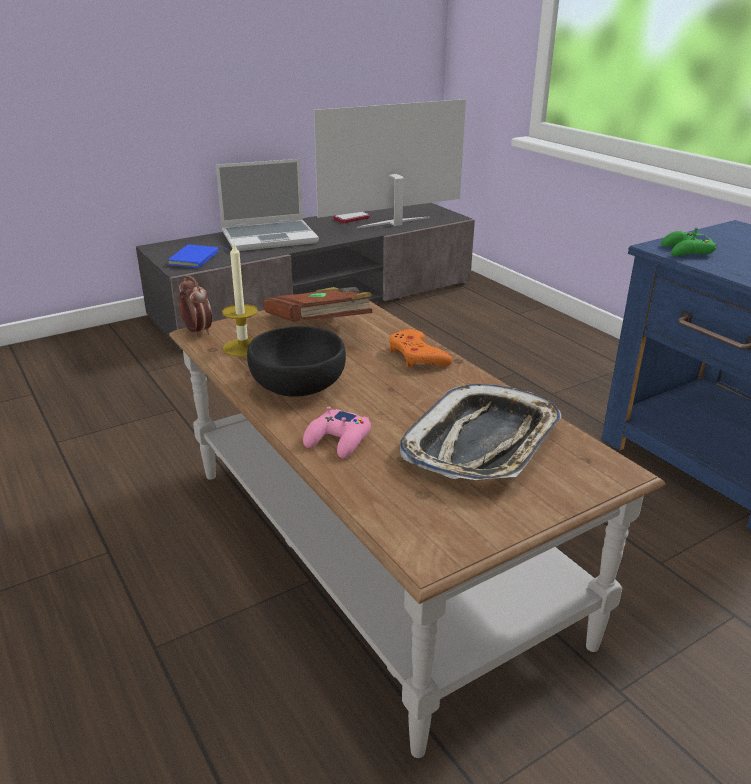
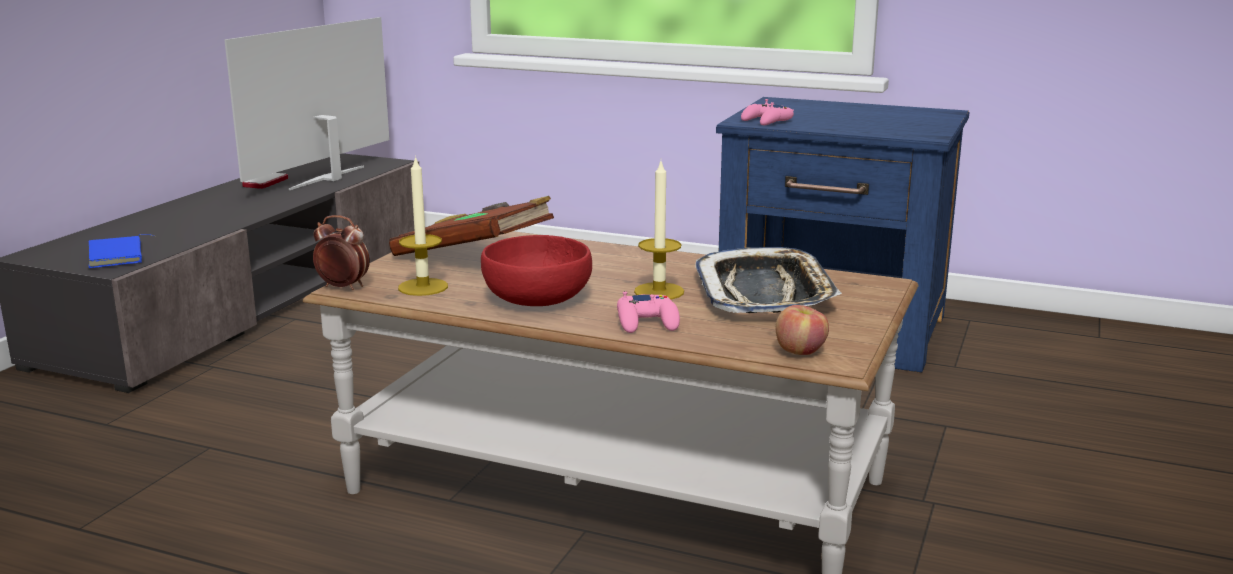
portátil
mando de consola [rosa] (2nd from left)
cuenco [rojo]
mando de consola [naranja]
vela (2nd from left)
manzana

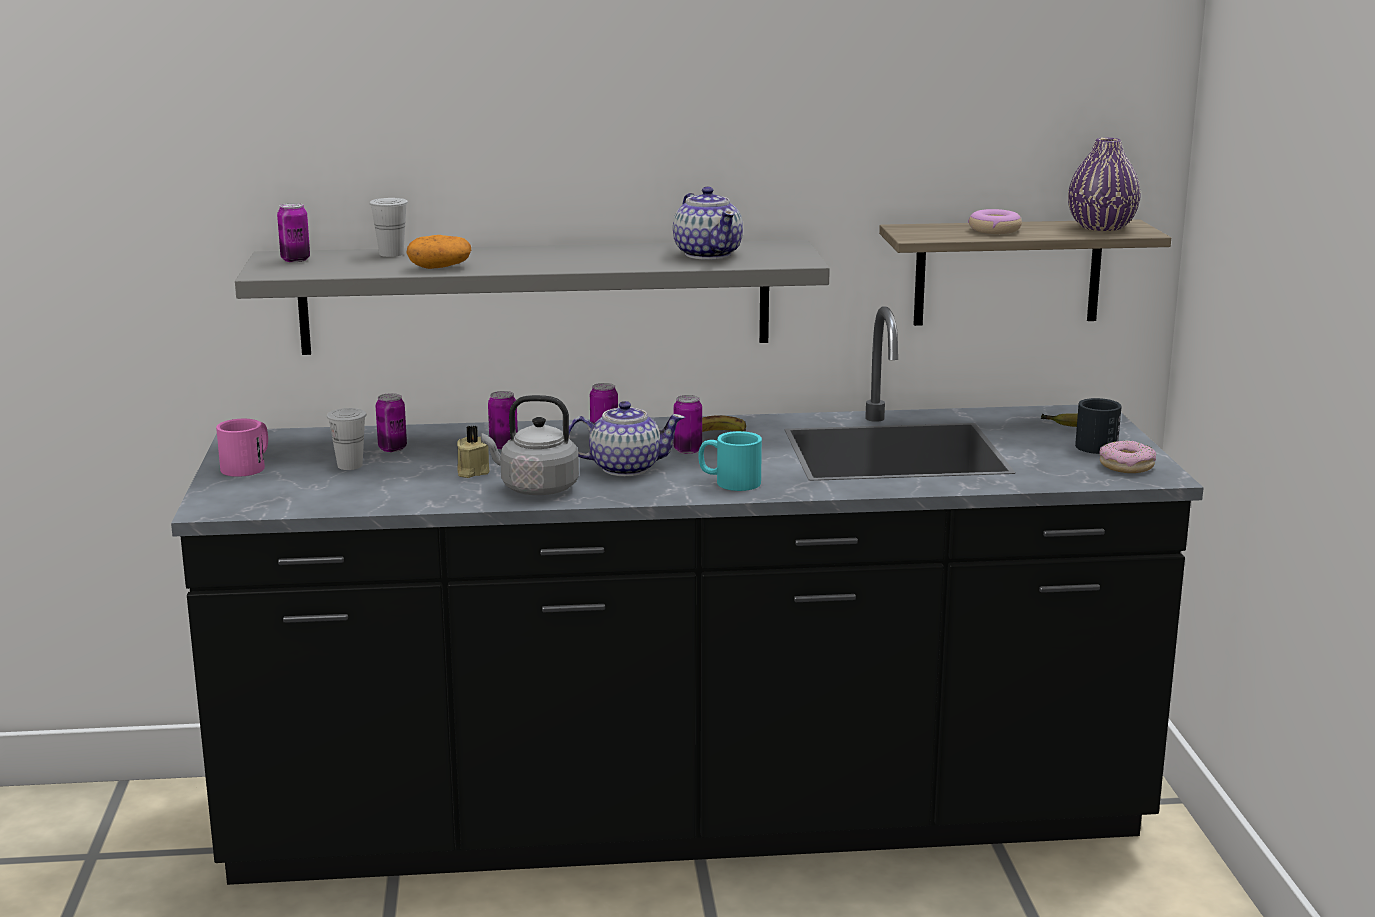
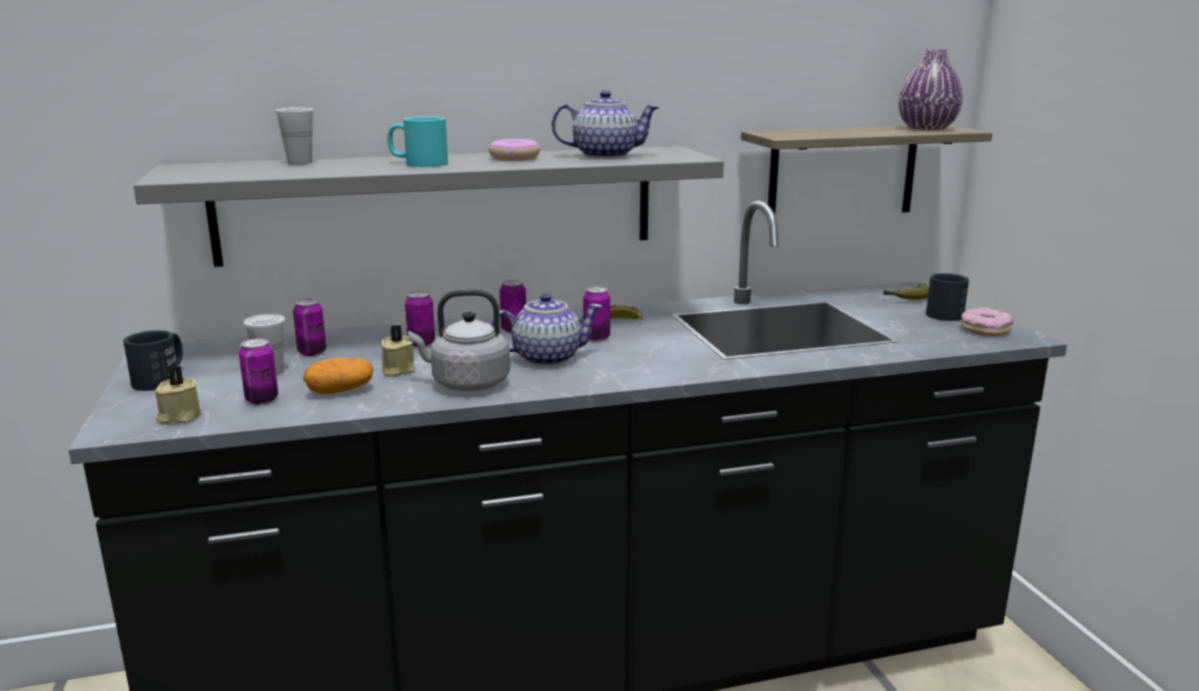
tetera (2nd from left)
lata (1st from left)
rosquilla (1st from left)
patata
taza grande [negro] (1st from left)
taza grande [turquesa]
vela [beis] (1st from left)

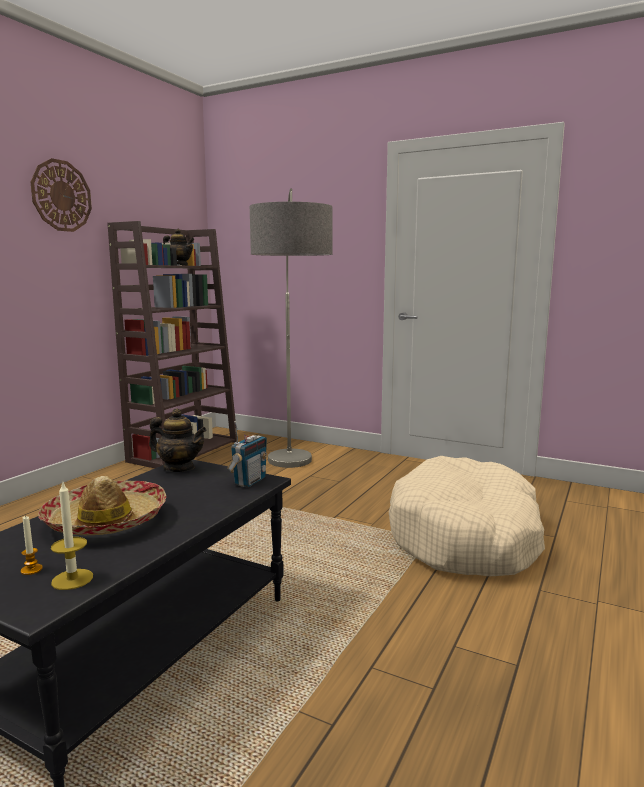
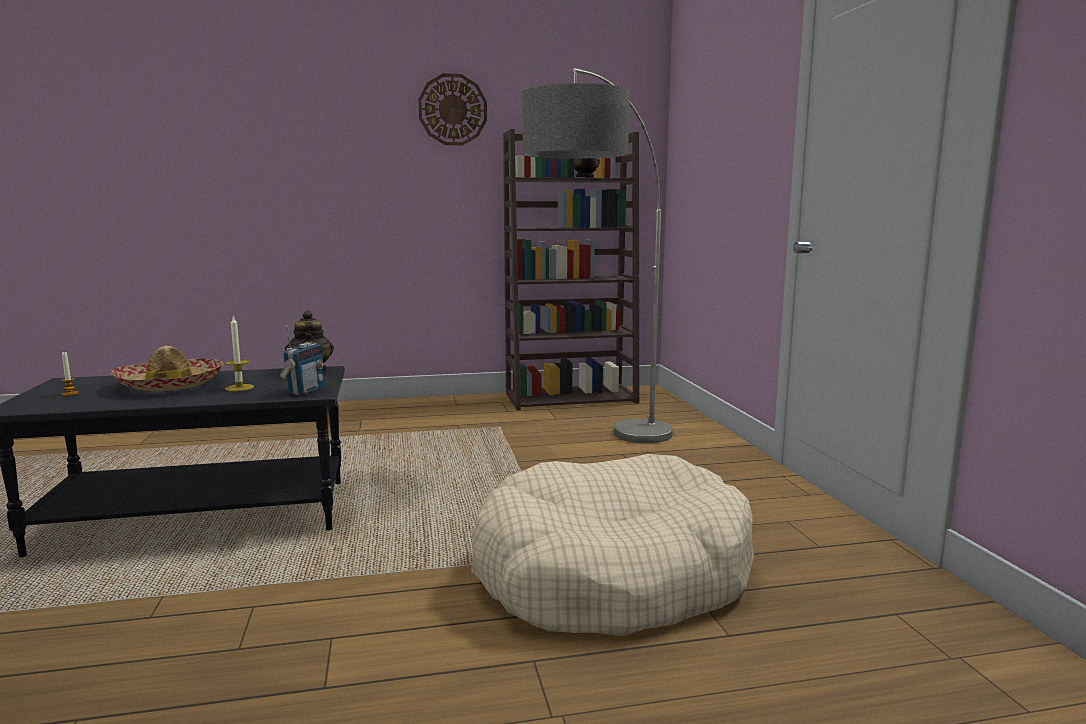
radio
vela (2nd from left)

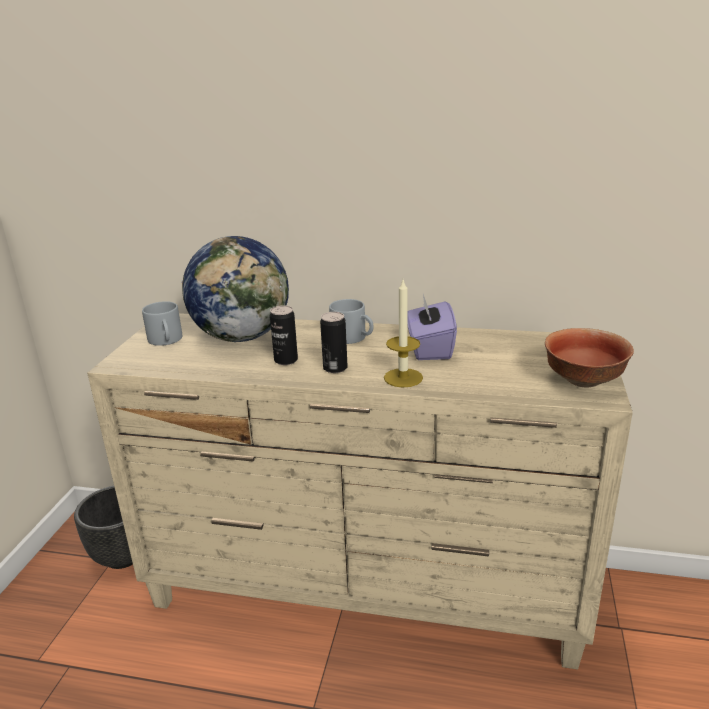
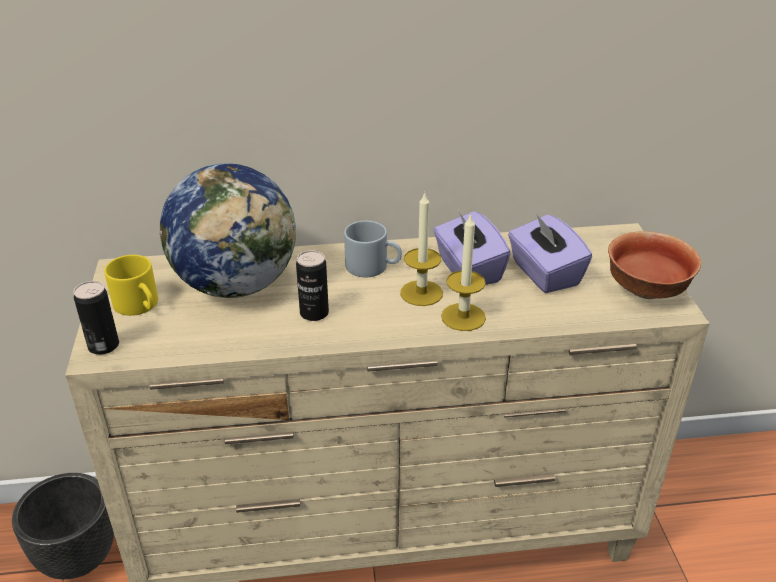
taza grande [amarillo]
lata (1st from left)
vela (1st from left)
caja de pañuelos [morado] (2nd from left)

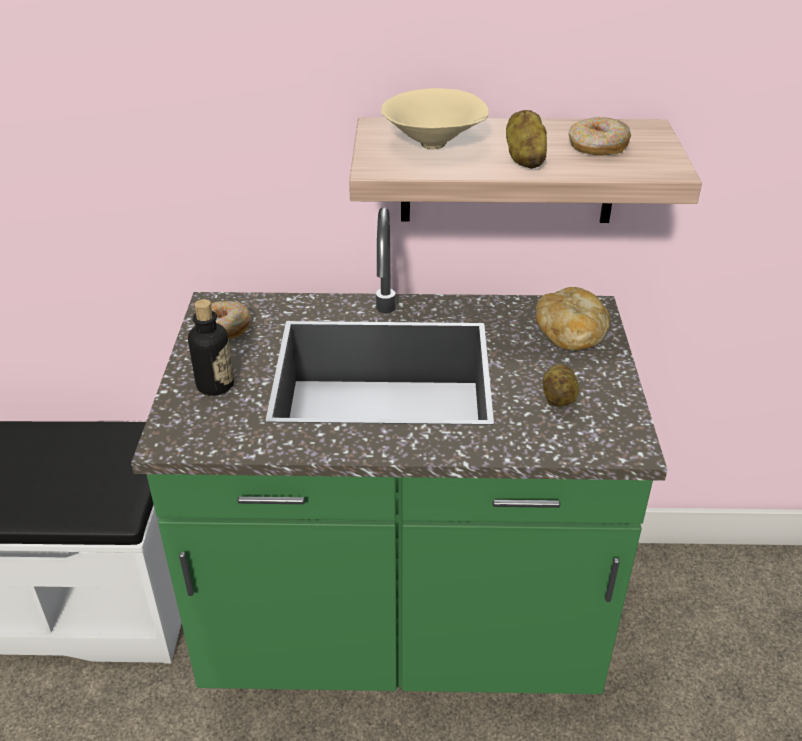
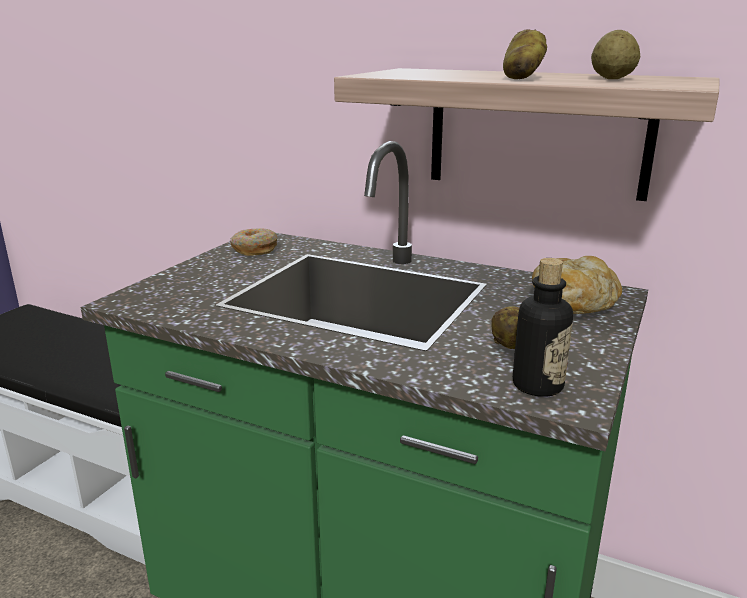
cuenco [beis]
patata (3rd from left)
botella

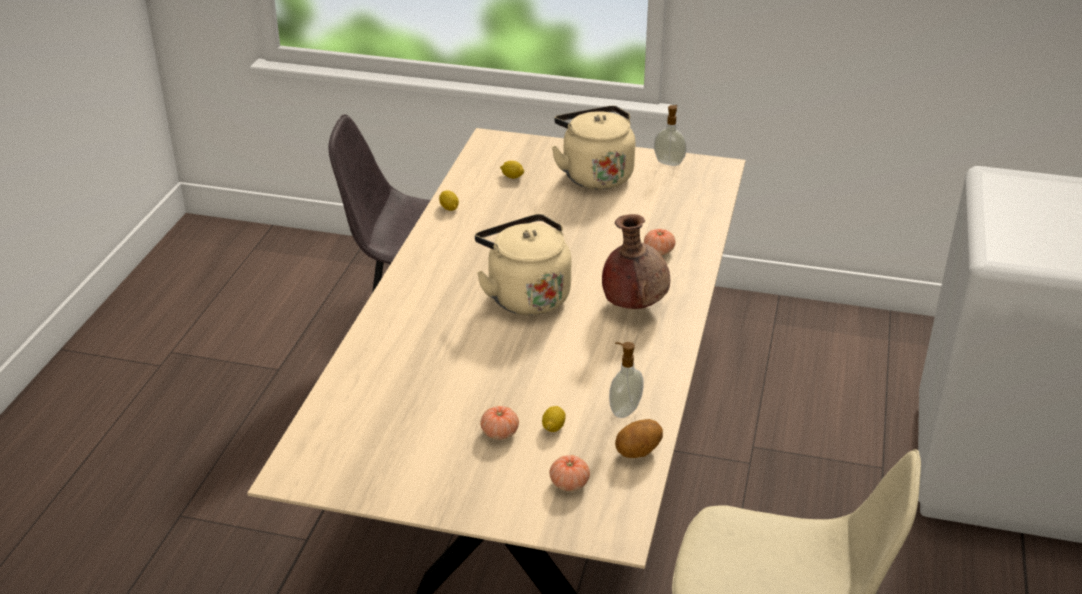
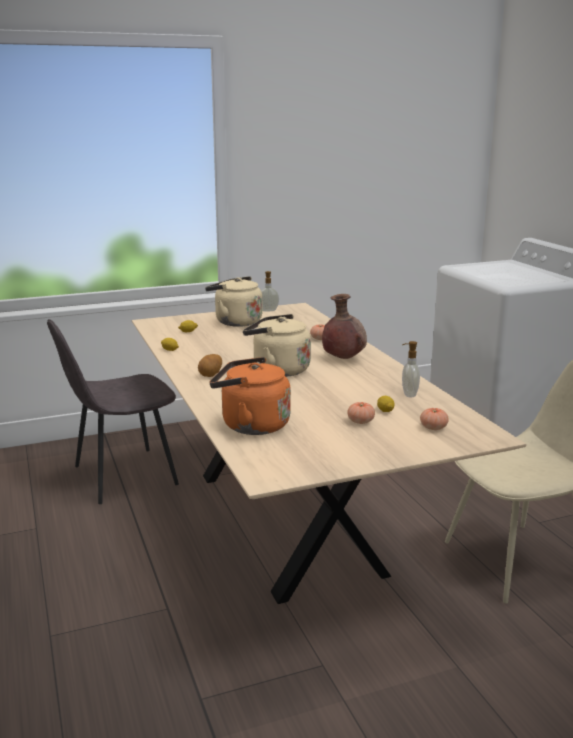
patata
hervidor [naranja]

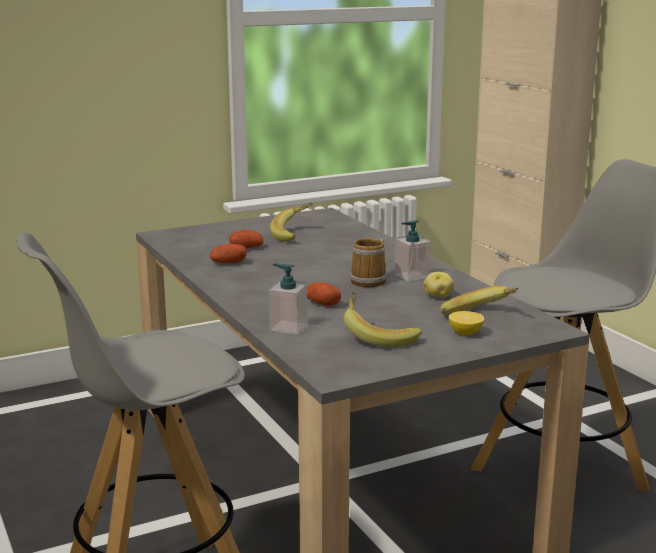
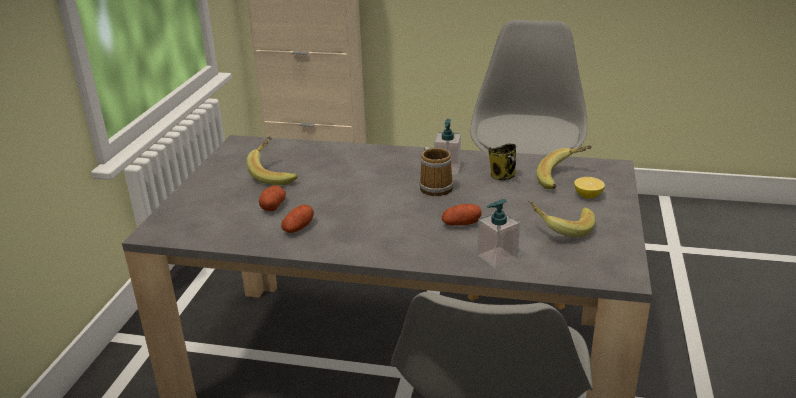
taza grande (2nd from left)

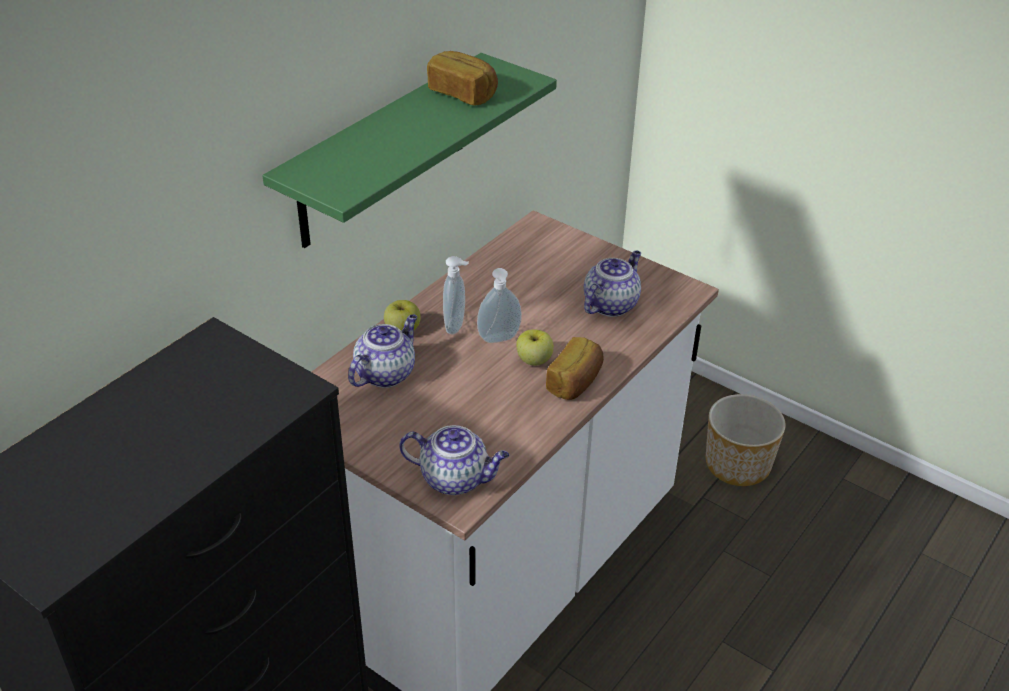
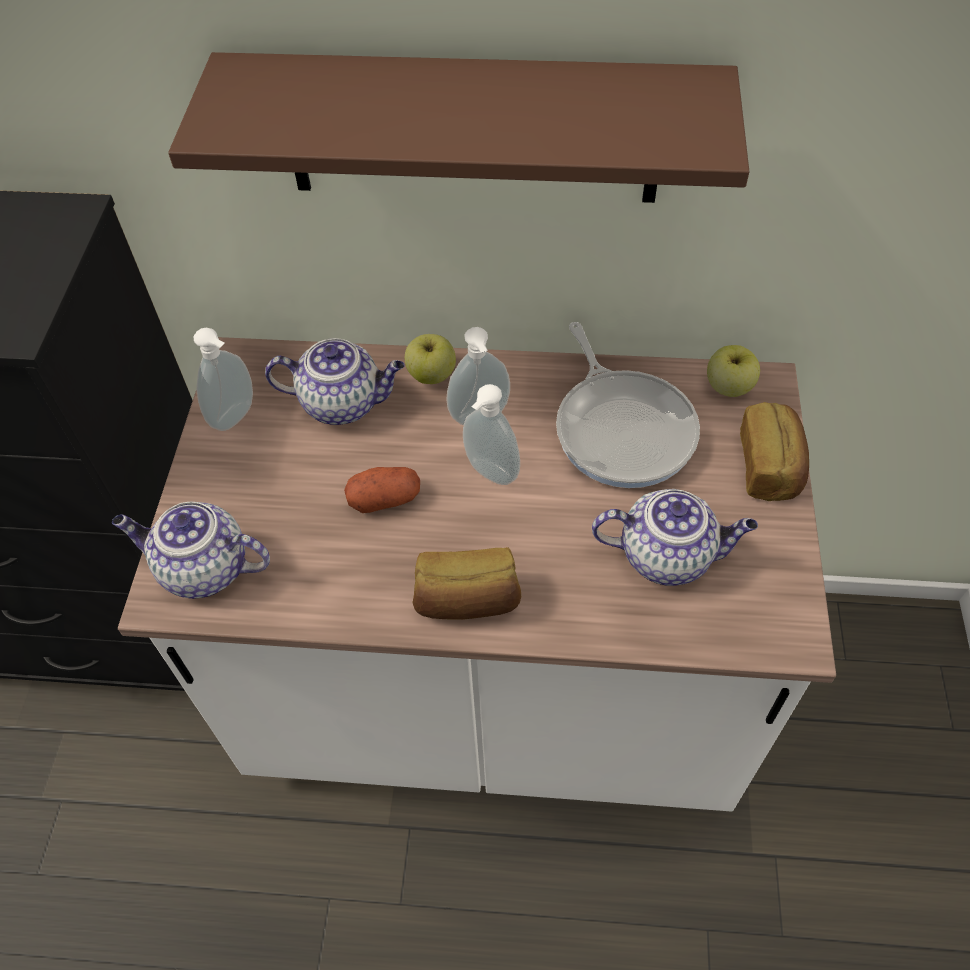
pan (2nd from left)
estante [marrón]
manzana (2nd from left)
maceta
tetera (1st from left)
sartén
dispensador de jabón (1st from left)
patata

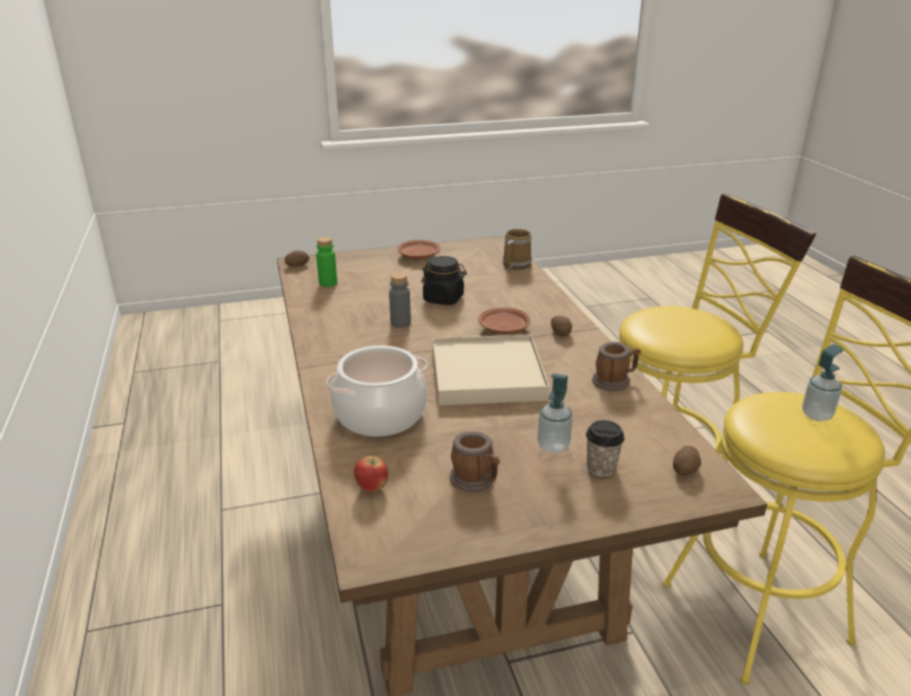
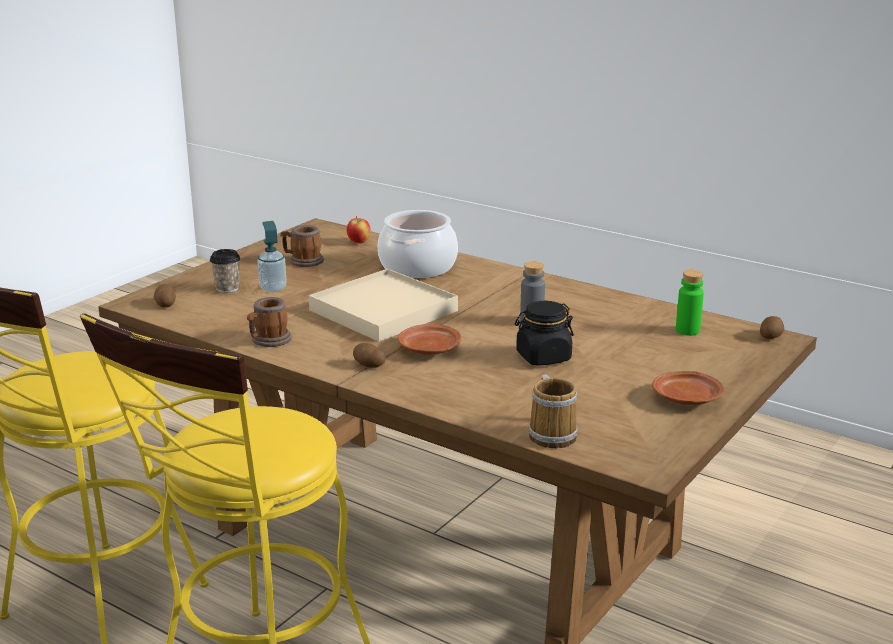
dispensador de jabón (2nd from left in the first image)

